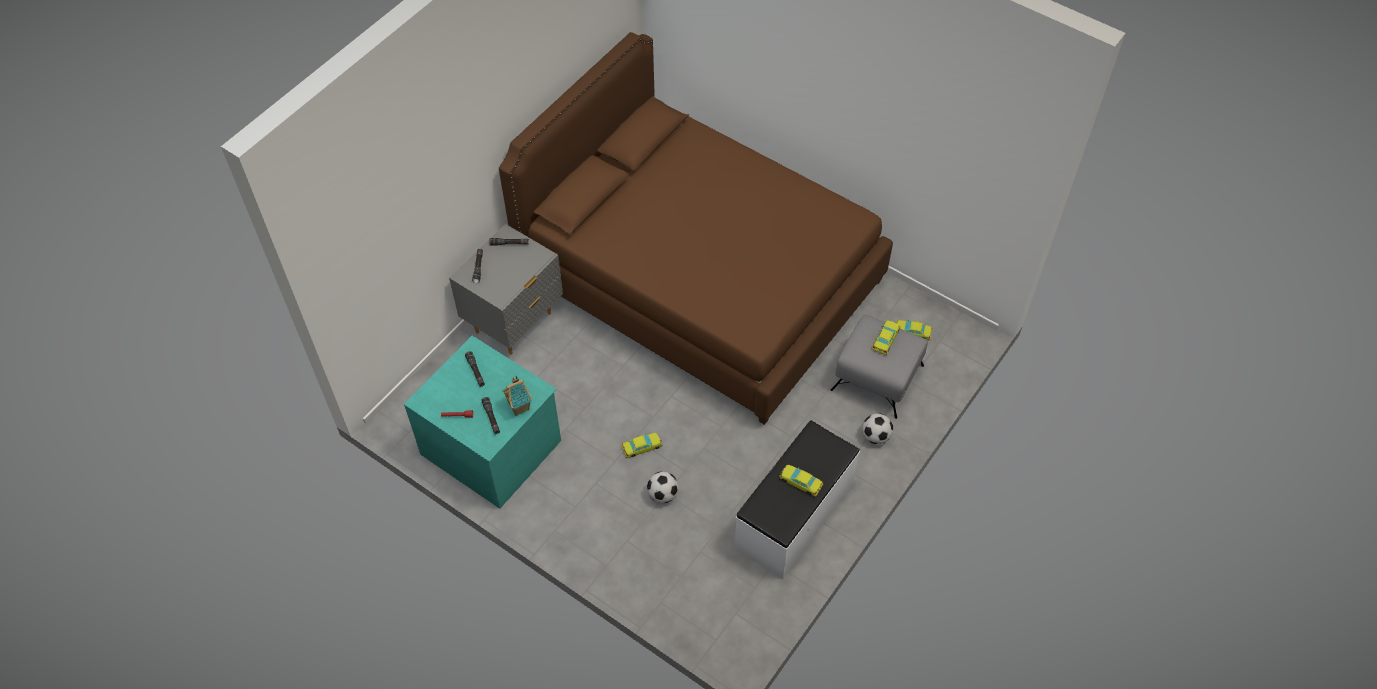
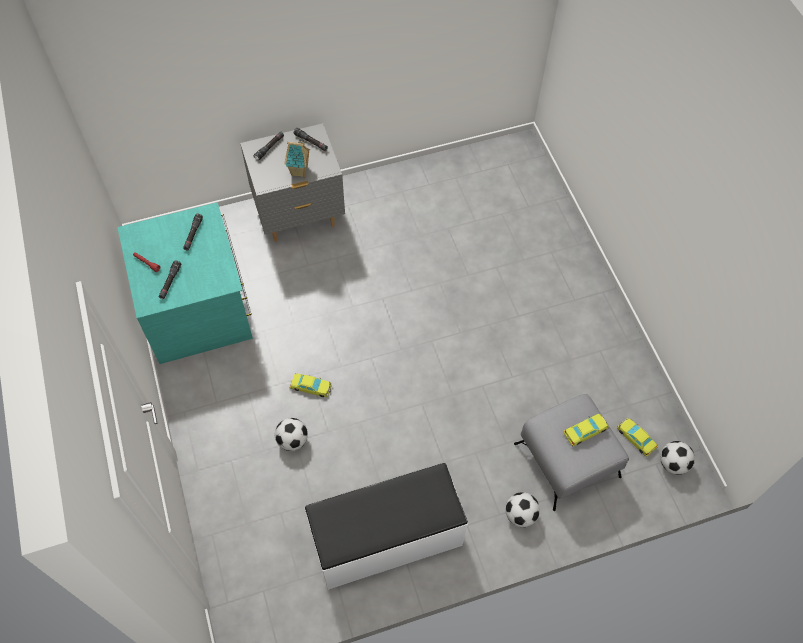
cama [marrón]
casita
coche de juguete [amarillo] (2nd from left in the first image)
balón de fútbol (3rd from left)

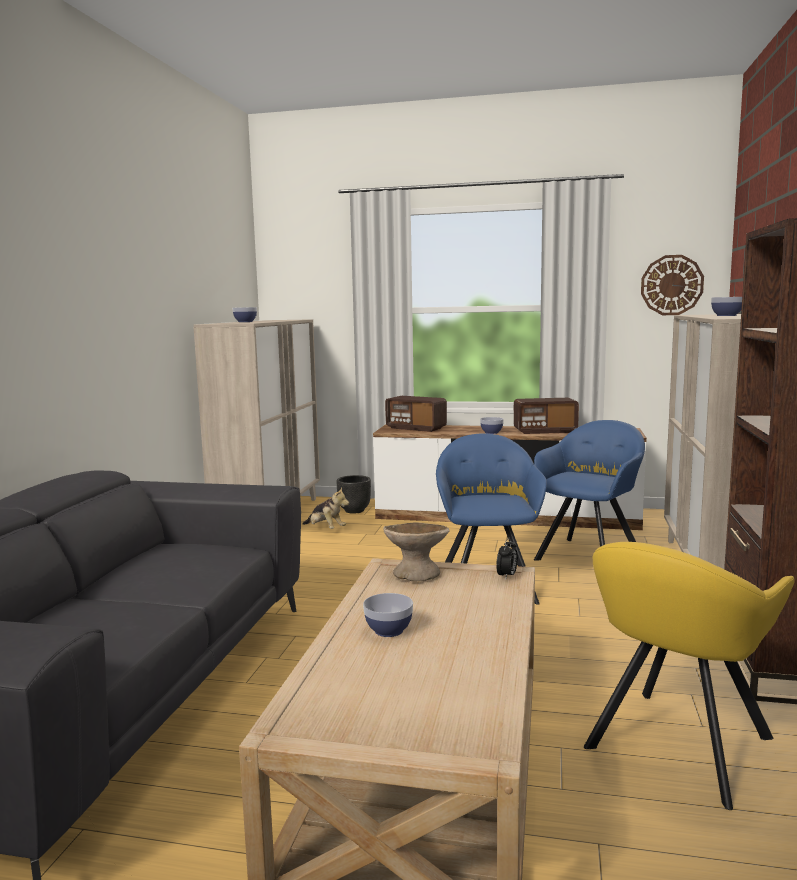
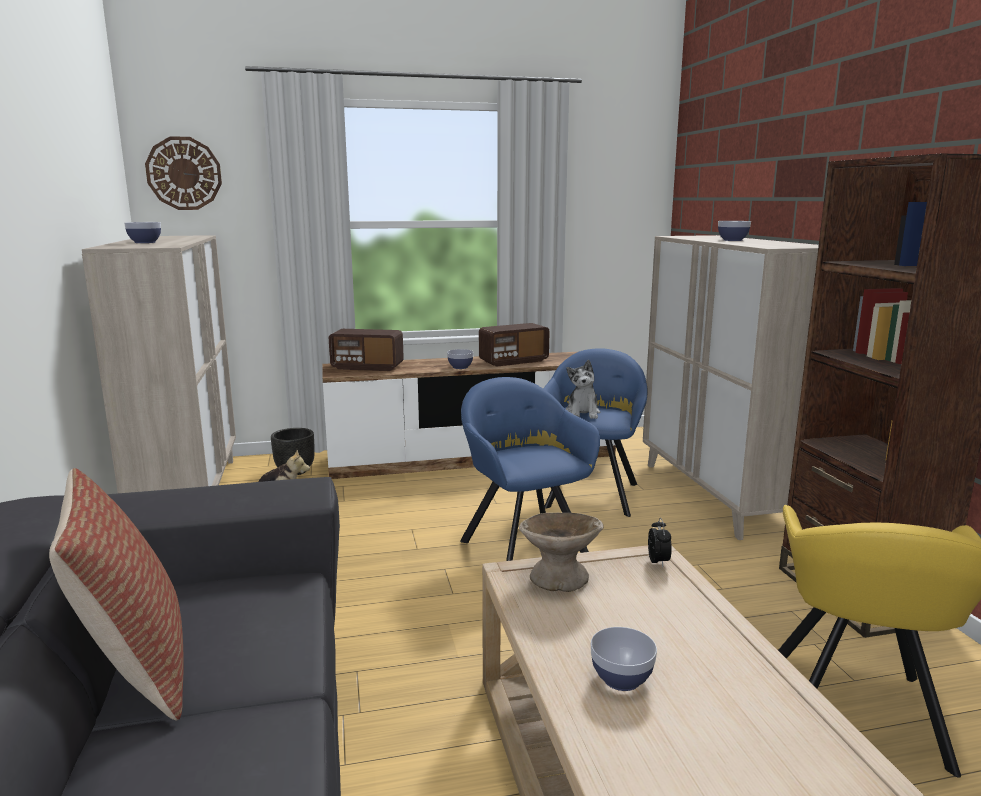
reloj de pared
peluche (2nd from left)
cojín

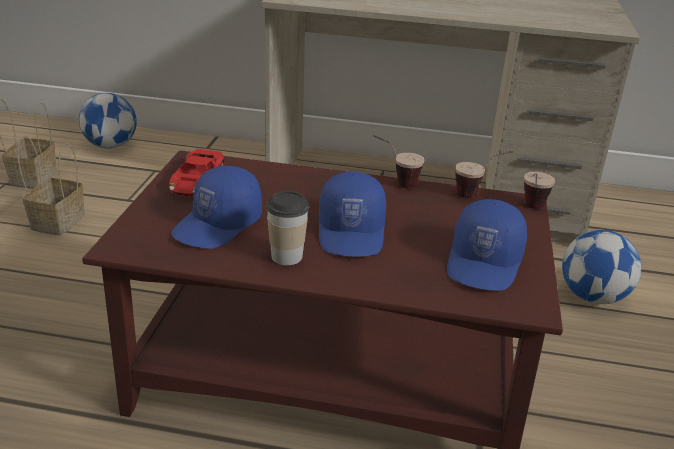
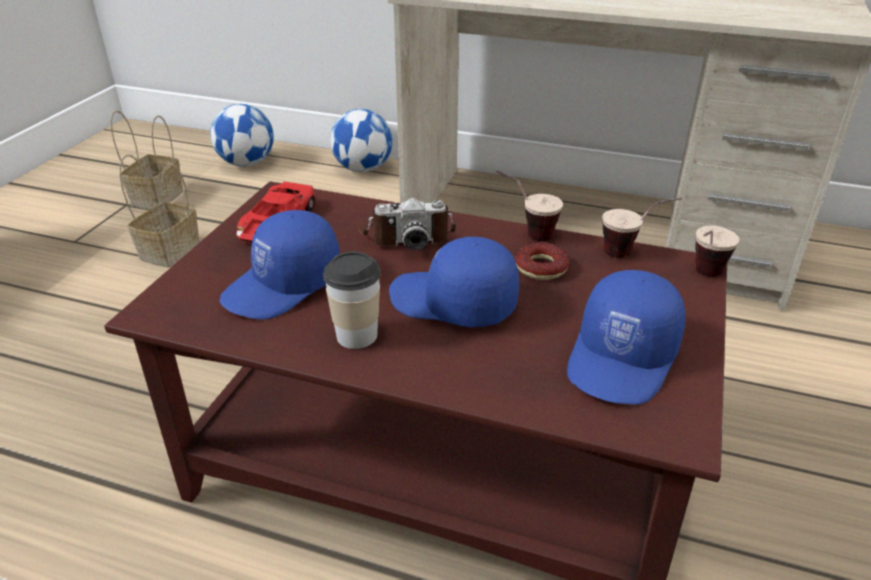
gorra [azul] (2nd from left)
balón de fútbol (2nd from left)
cámara
rosquilla

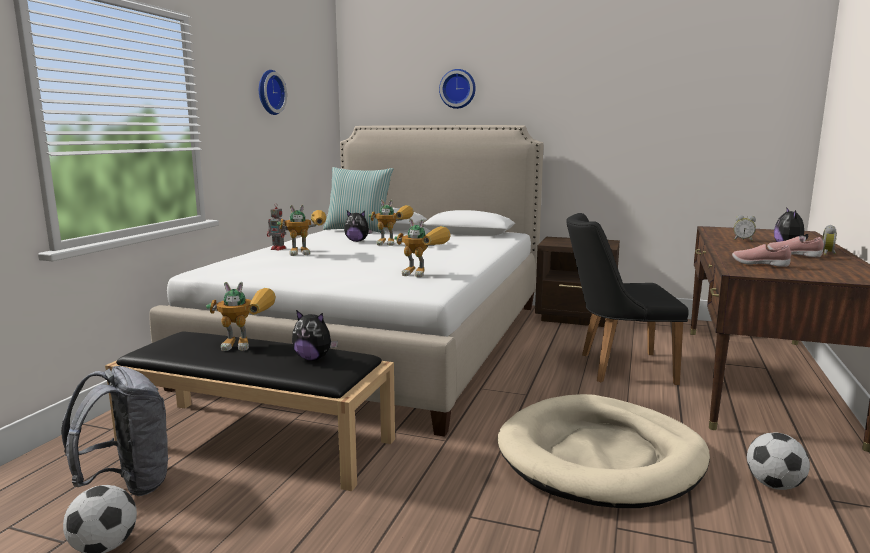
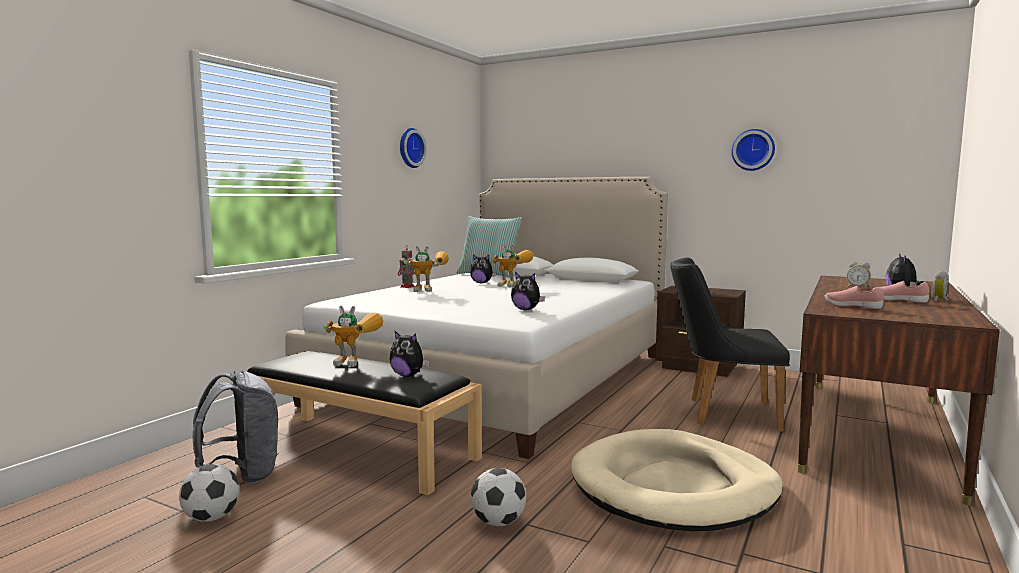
reloj de pared (2nd from left)
peluche (3rd from left)
balón de fútbol (2nd from left)

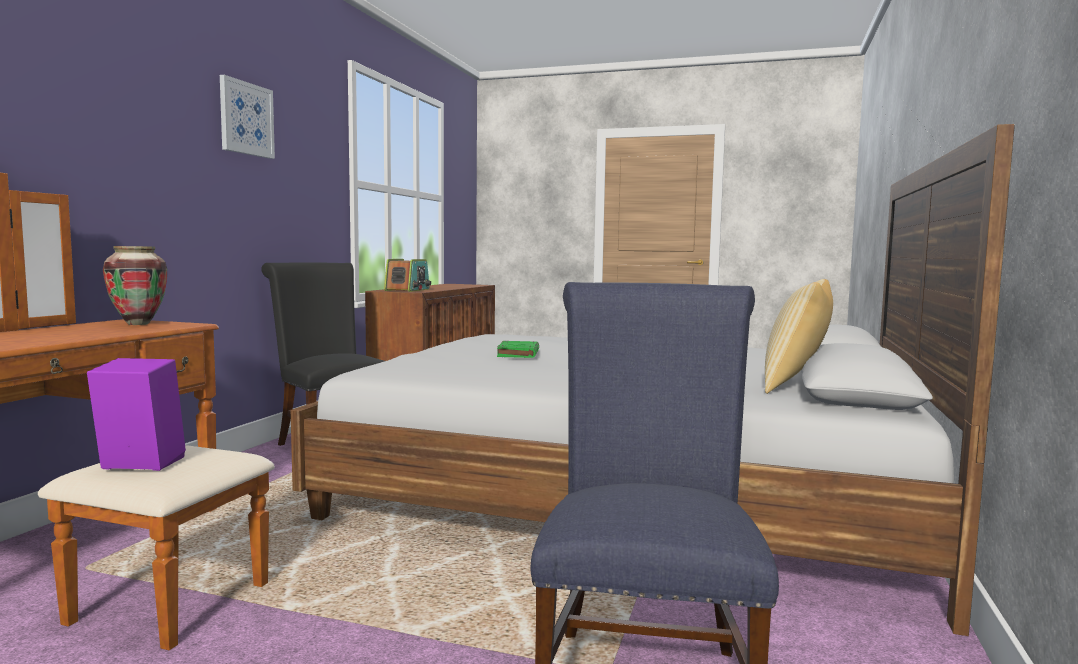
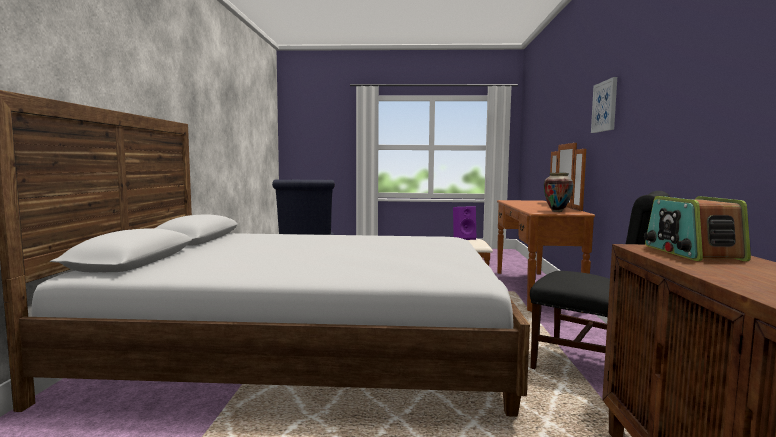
cuadro
cojín
libro [verde]

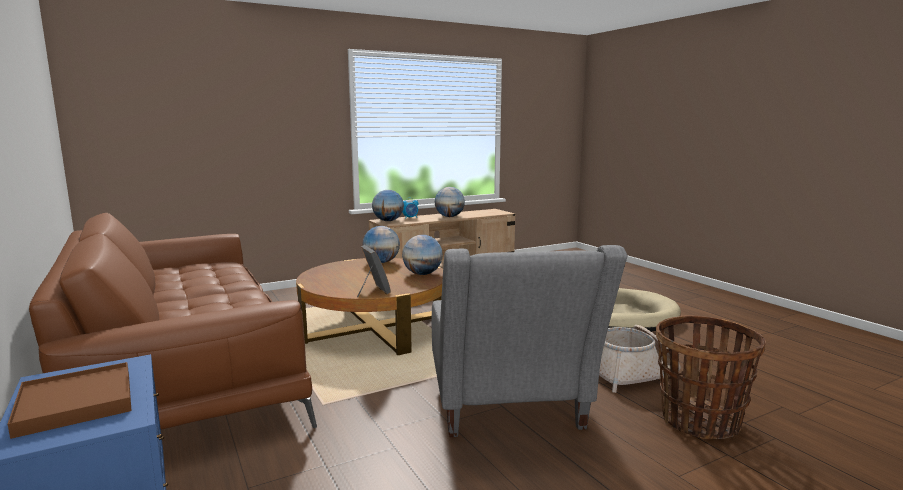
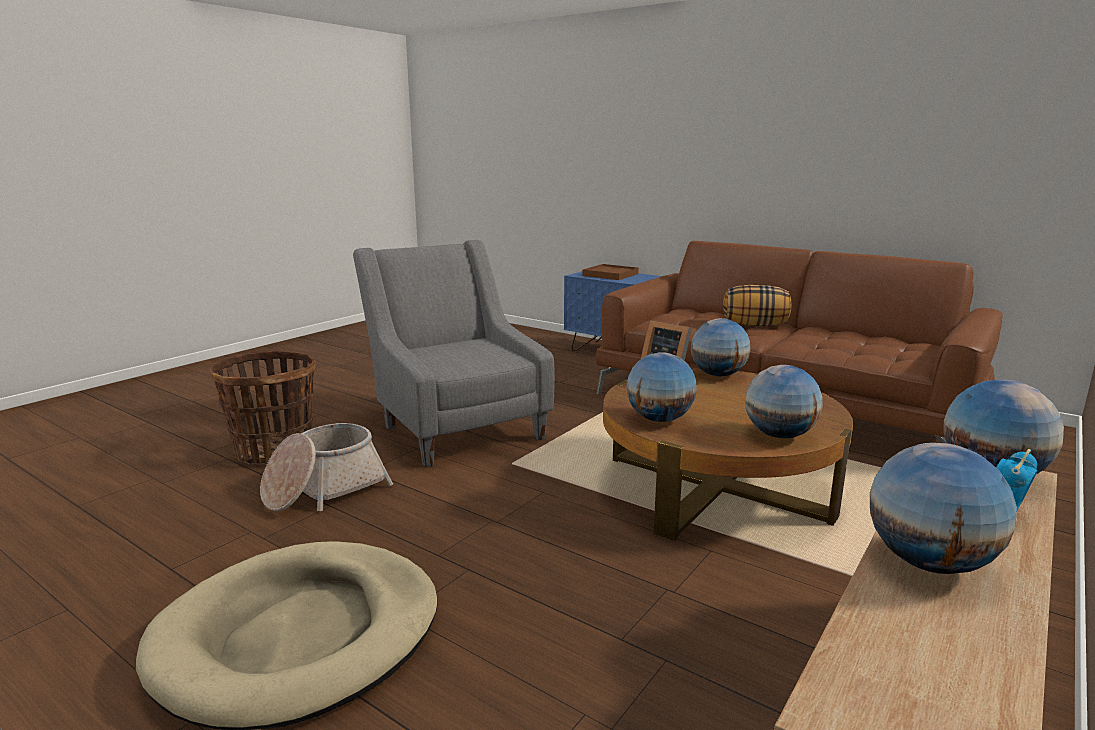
cojín
globo terráqueo (2nd from left)

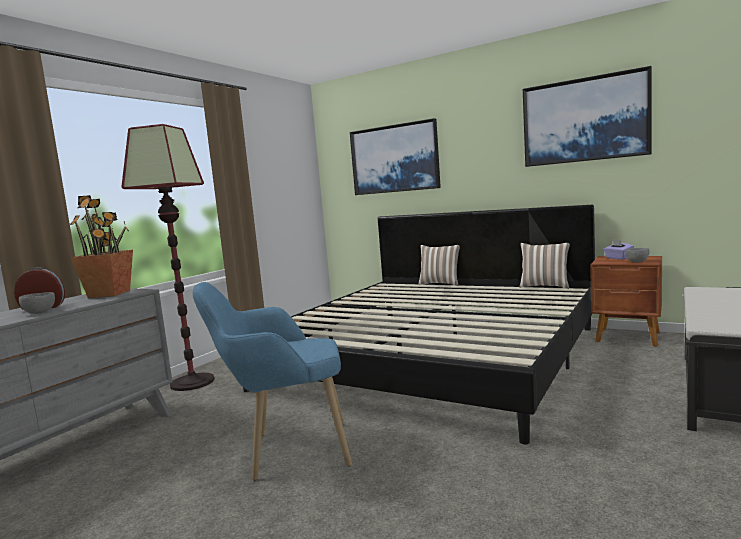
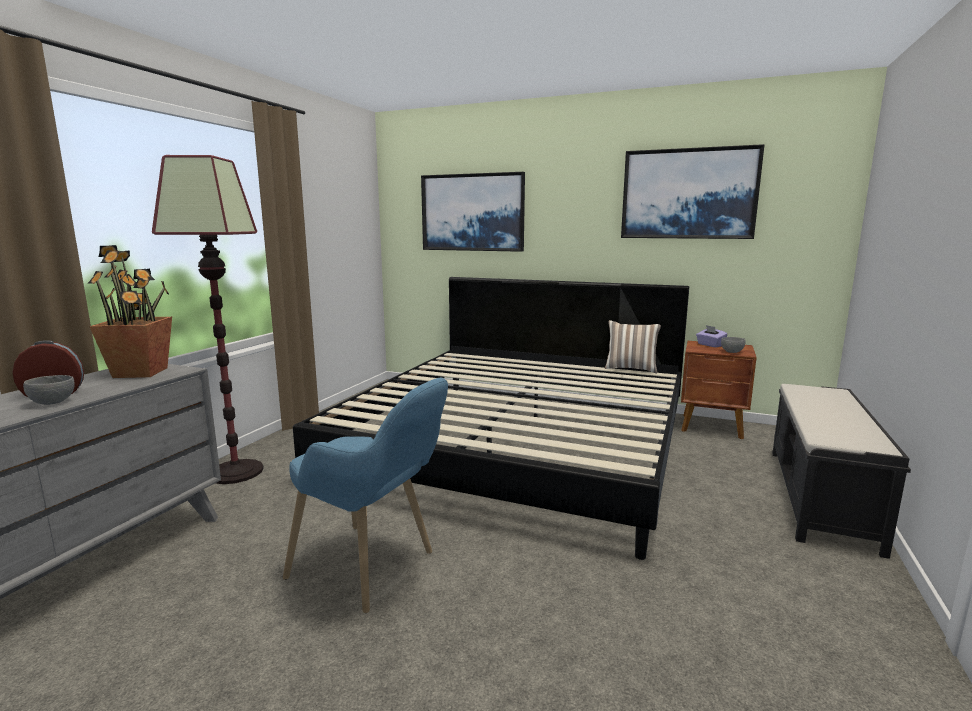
cojín (1st from left in the first image)
sillón [azul]

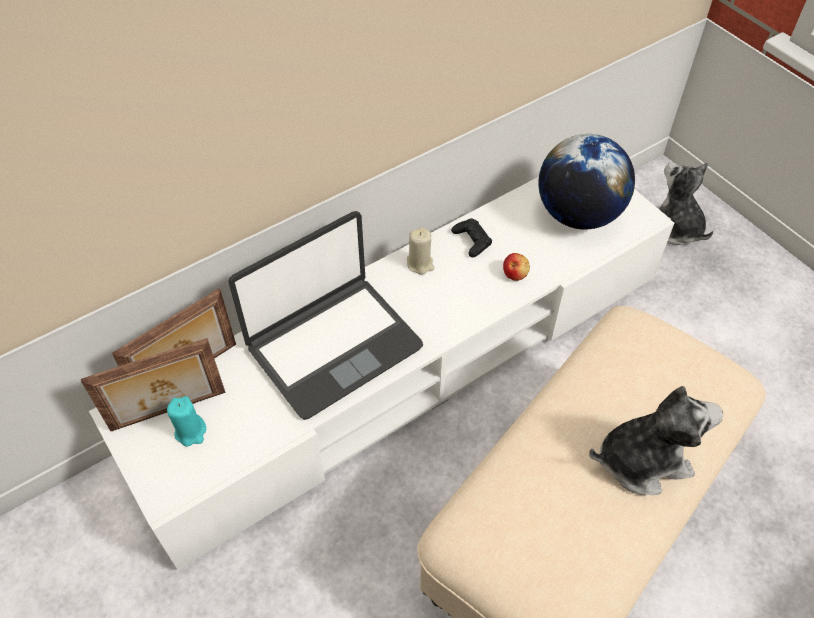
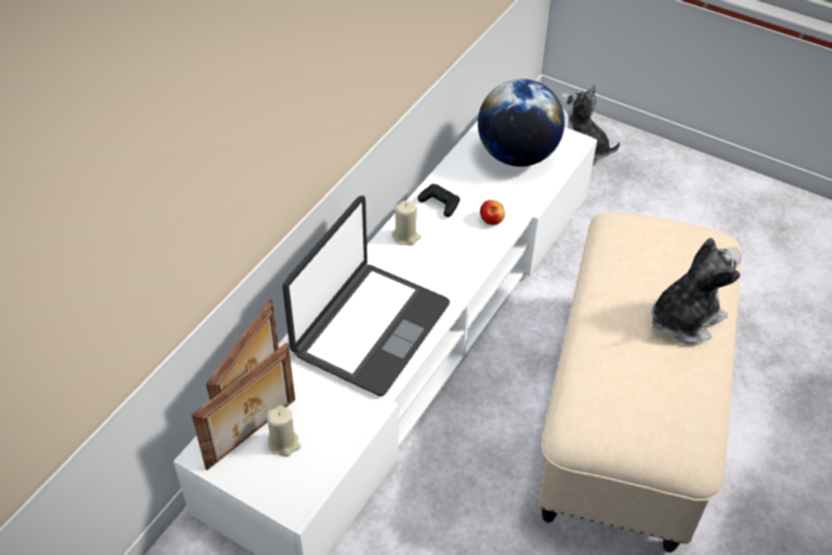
vela [beis] (1st from left)

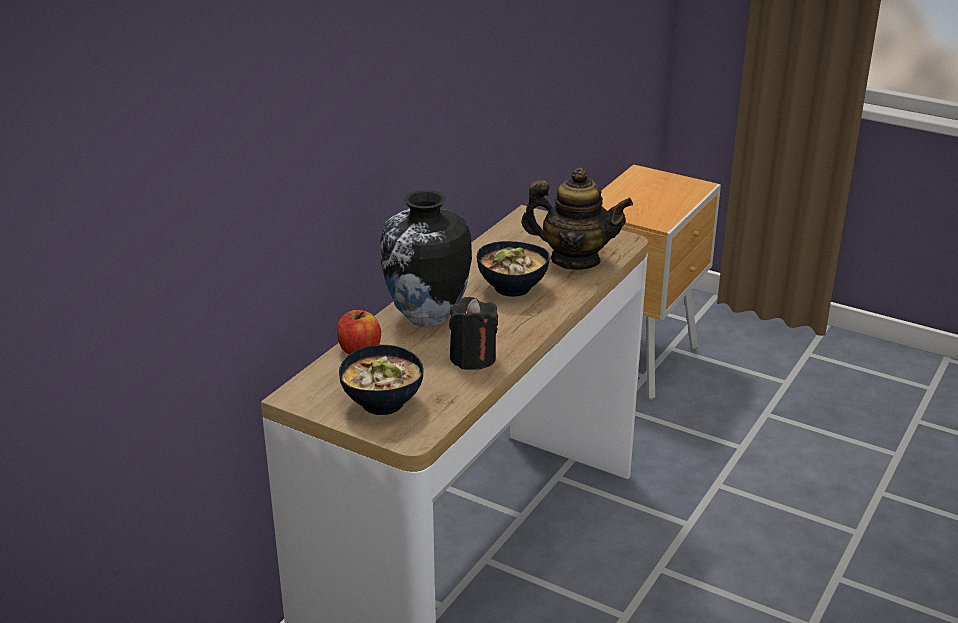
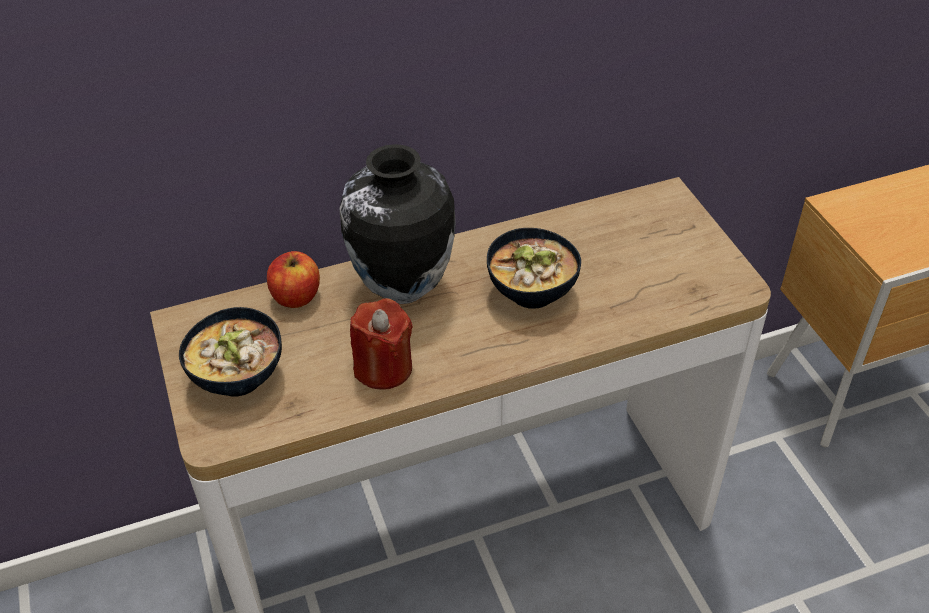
tetera
vela [rojo]

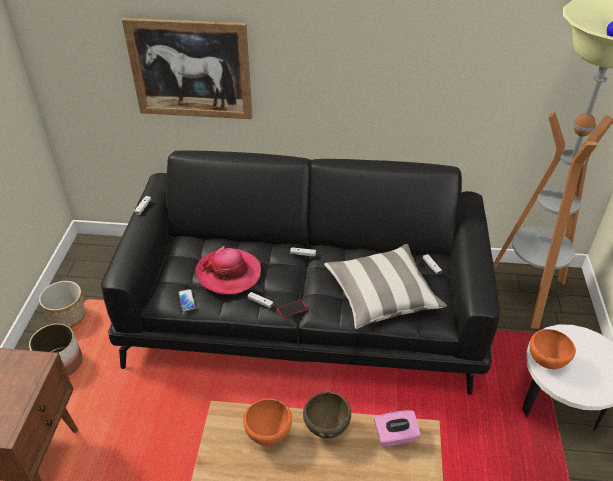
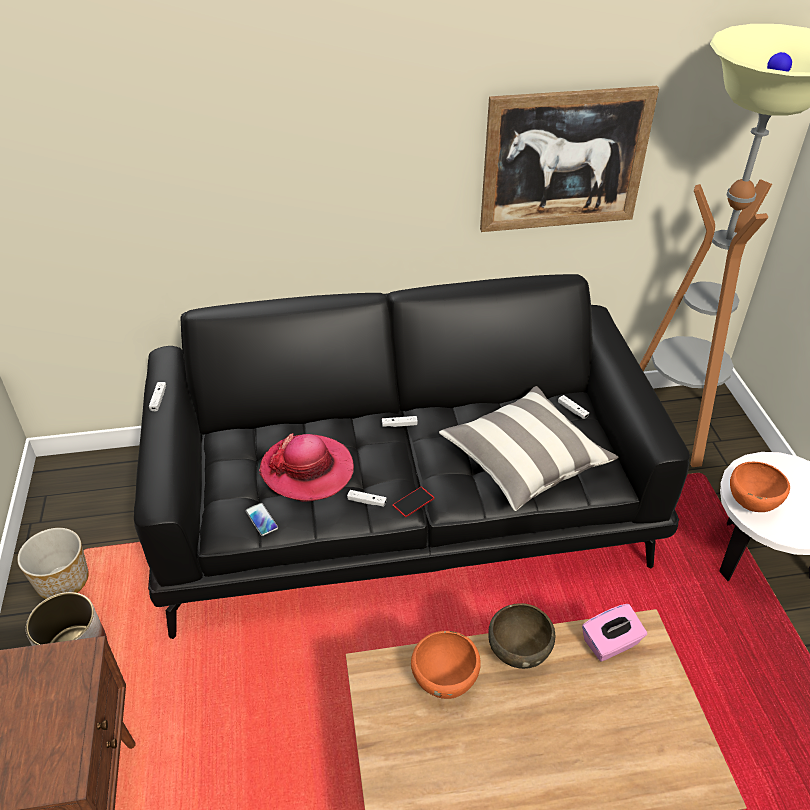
cuadro

